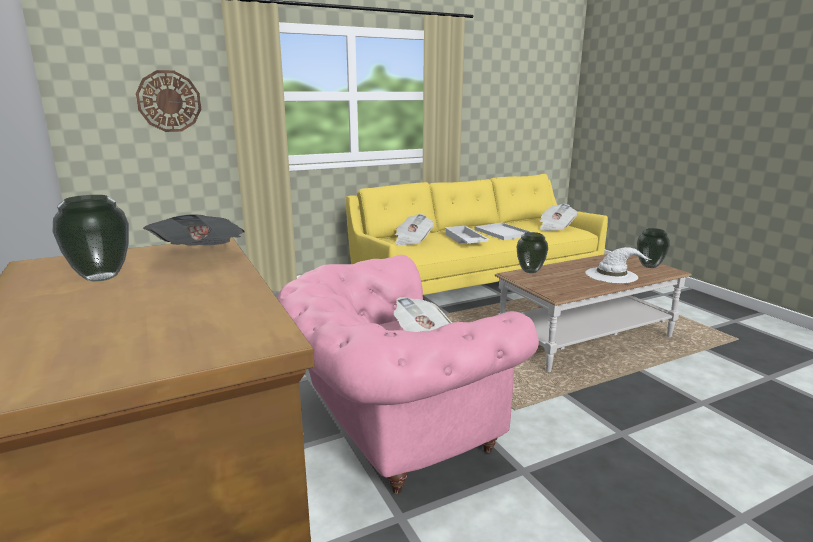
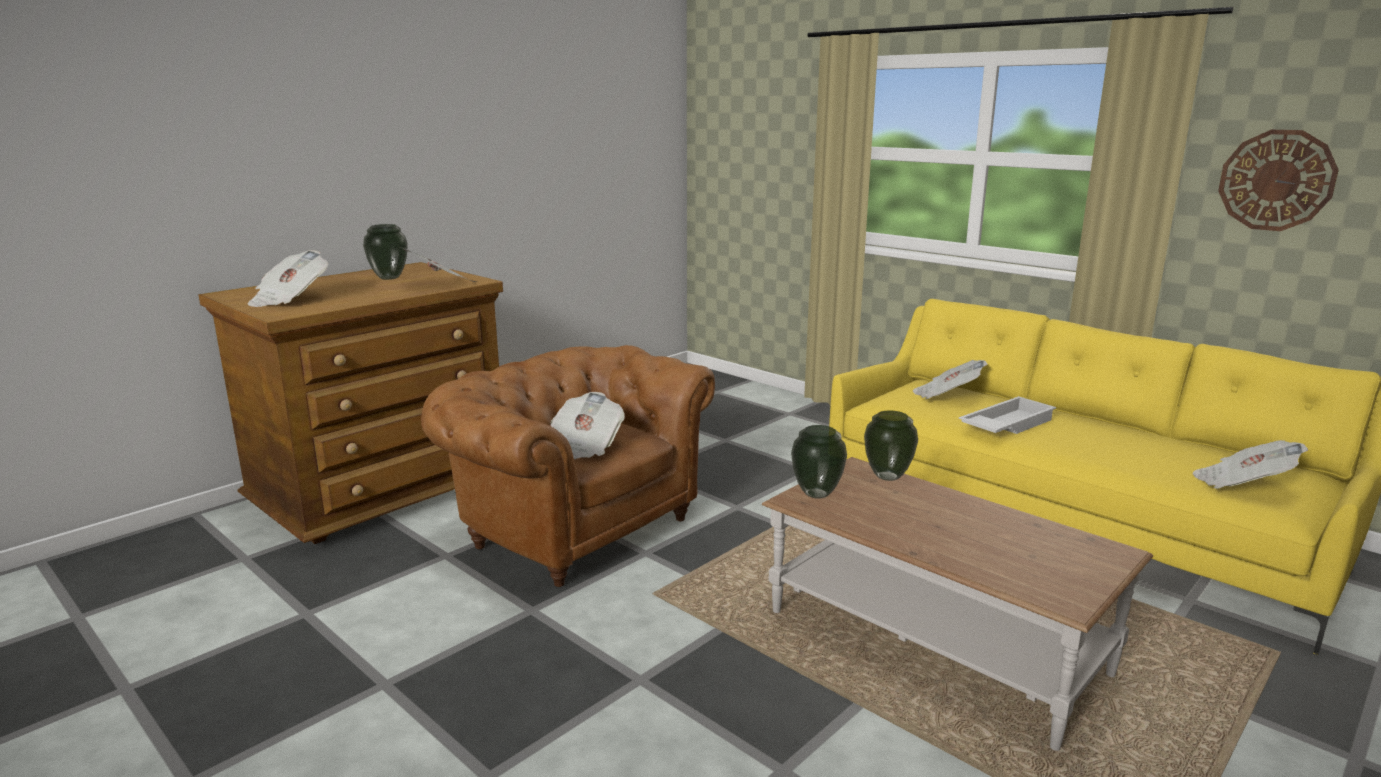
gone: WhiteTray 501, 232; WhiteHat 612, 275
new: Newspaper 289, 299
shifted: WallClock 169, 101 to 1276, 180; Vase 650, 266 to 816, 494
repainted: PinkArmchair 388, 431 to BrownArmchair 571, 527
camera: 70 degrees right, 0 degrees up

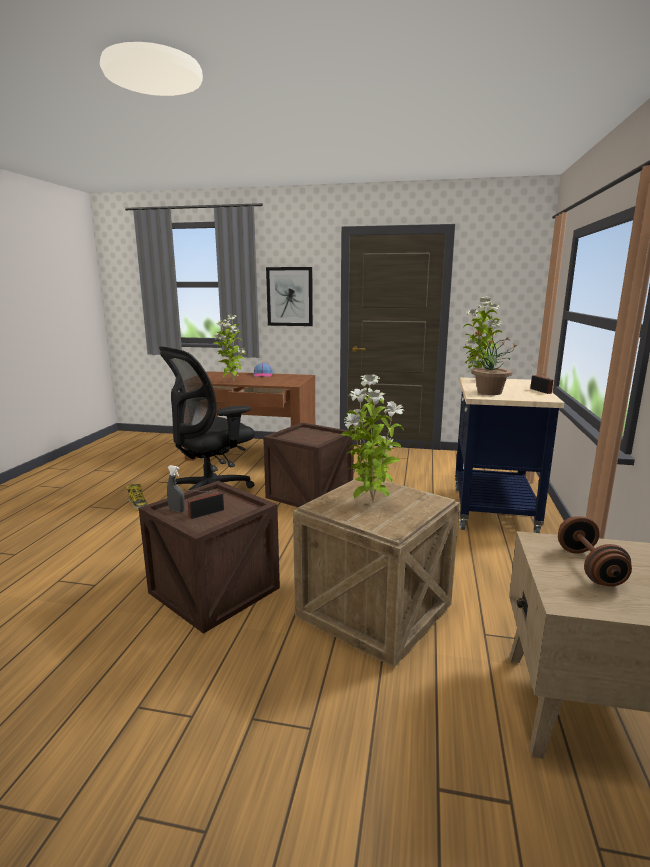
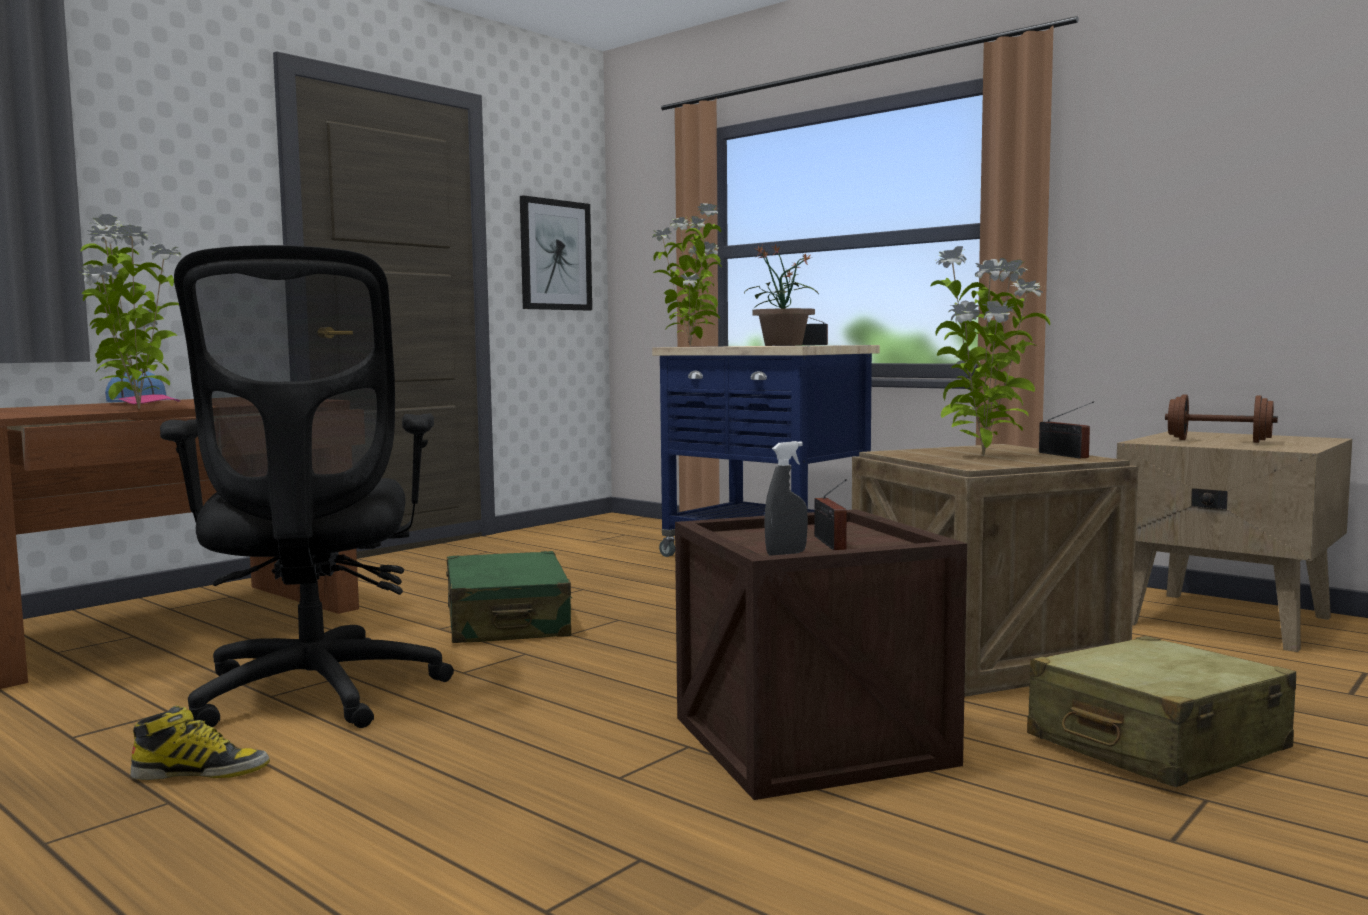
new: BeigeSuitcase 1156, 745; Radio 1065, 455
shifted: Picture 289, 296 to 555, 255
swapped: Crate 310, 494 to GreenSuitcase 507, 622
camera: 60 degrees left, 10 degrees down

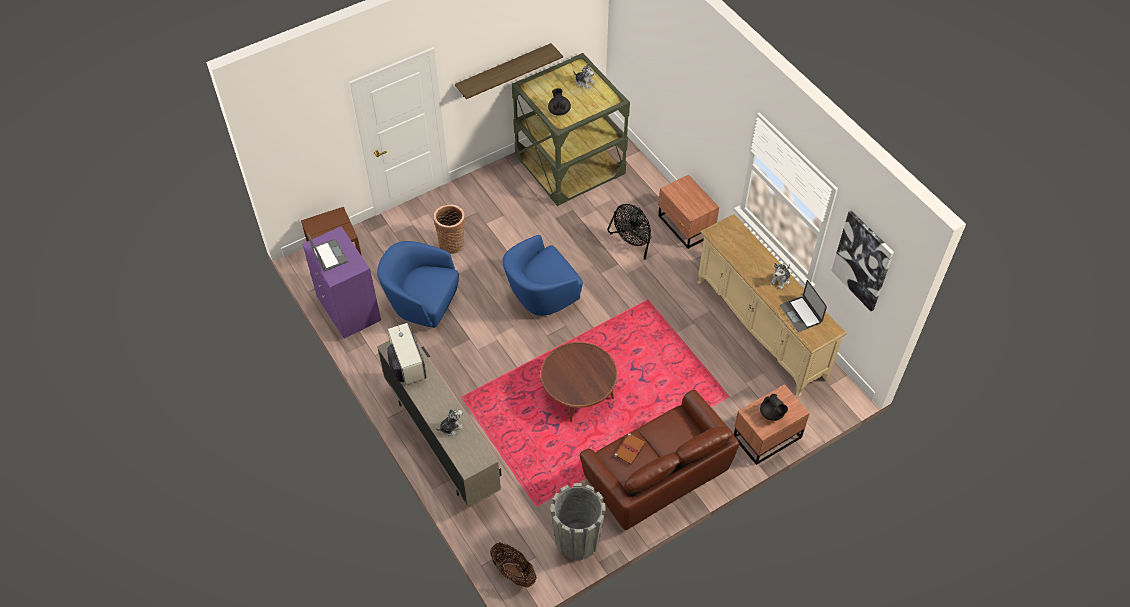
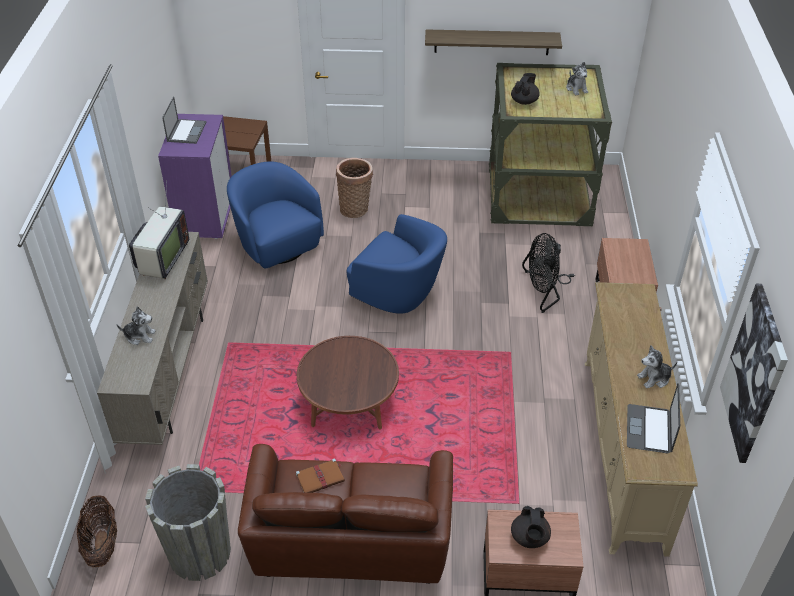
rotated: BlueArmchair 541, 296 = 398, 293 150 degrees counterclockwise
camera: 35 degrees right, 10 degrees down

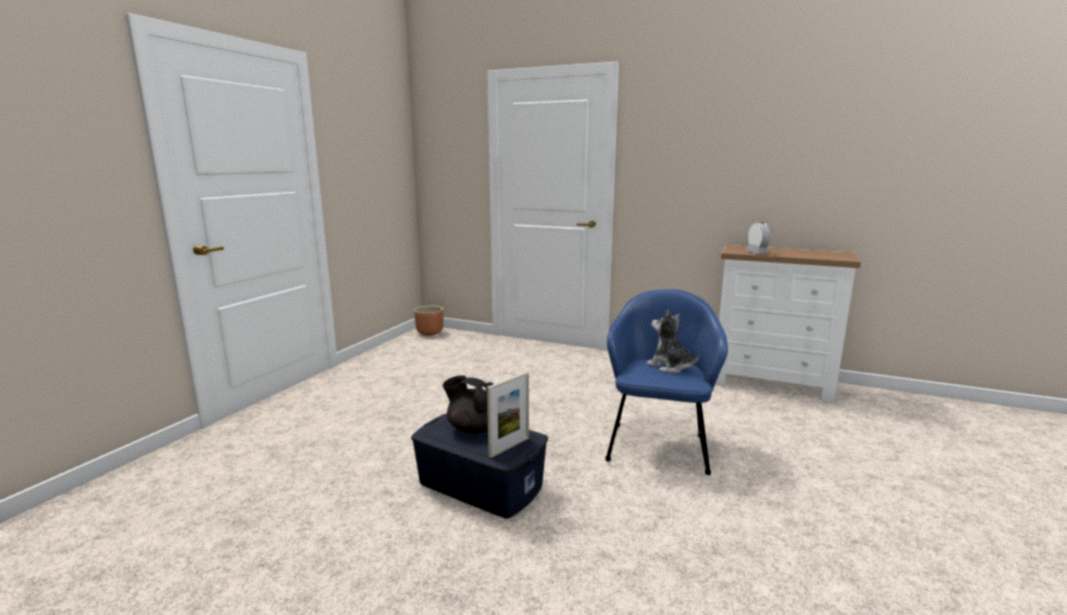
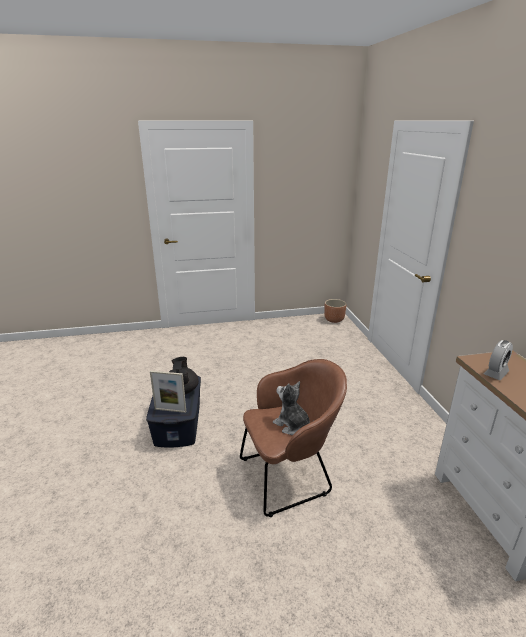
repainted: BlueArmchair 658, 444 to BrownArmchair 289, 476
rotated: PlushToy 670, 367 = 292, 425 60 degrees counterclockwise
camera: 55 degrees right, 10 degrees up

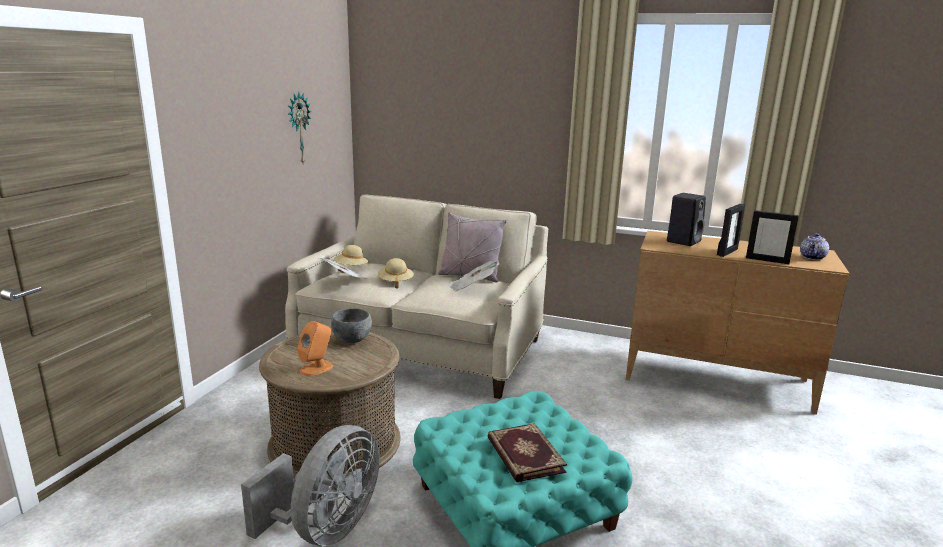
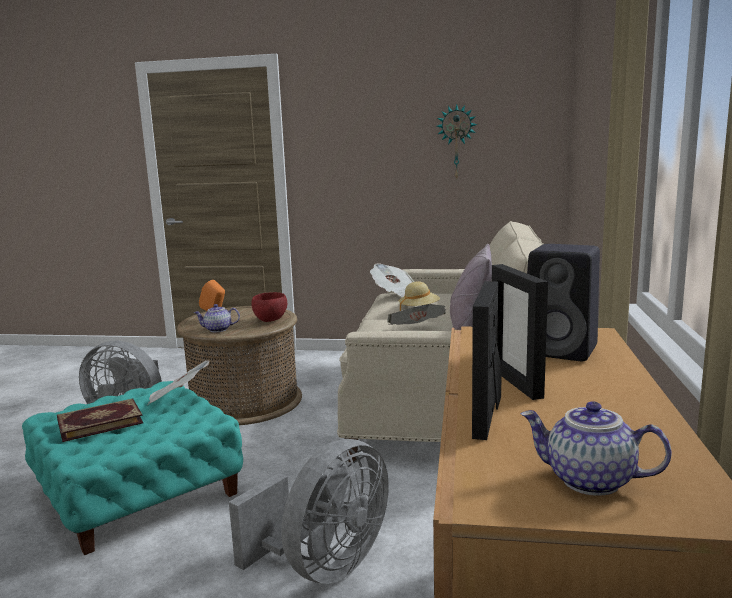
gone: BeigeHat 351, 268
new: Newspaper 178, 399; Teapot 217, 330; GreyFan 324, 566
repainted: GreyBowl 351, 340 to RedBowl 271, 320
rotated: PictureFrame 727, 252 = 517, 382 45 degrees clockwise
camera: 80 degrees right, 5 degrees down

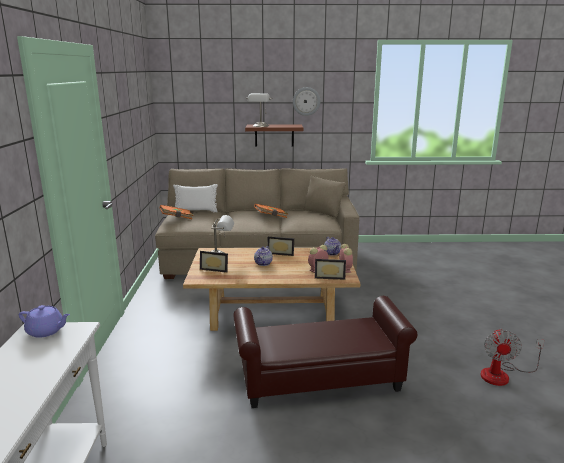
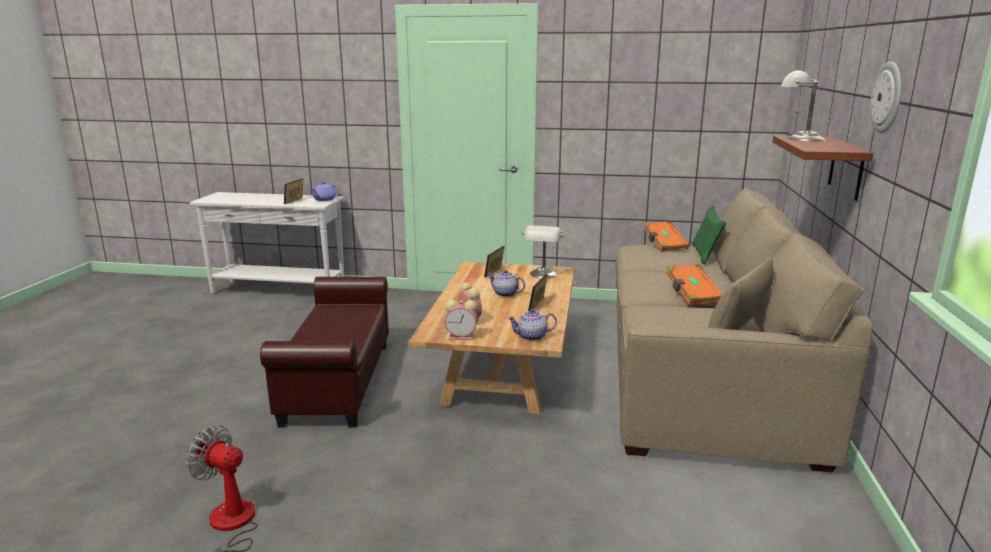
shifted: PictureFrame 329, 277 to 297, 201
repainted: WhitePillow 196, 211 to GreenPillow 705, 254
camera: 100 degrees right, 0 degrees up

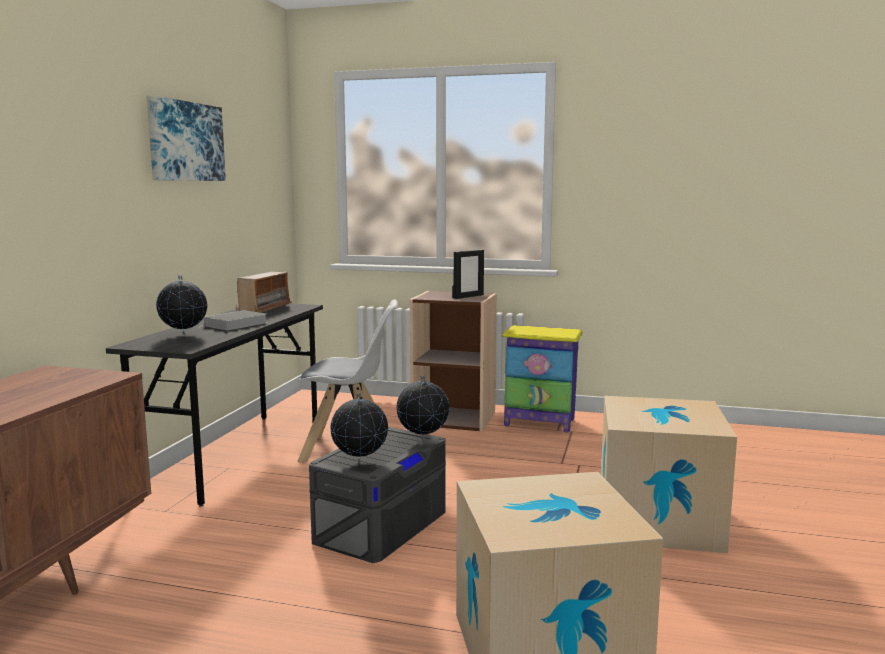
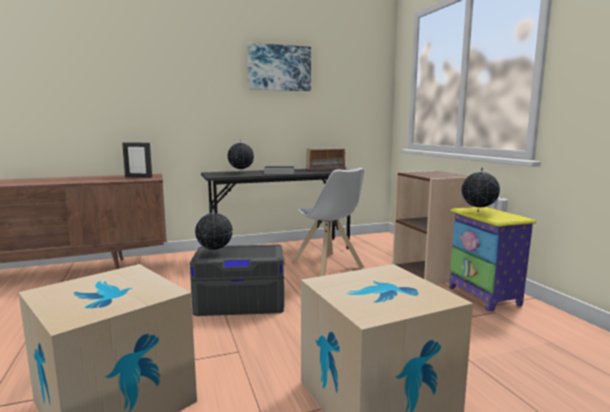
shifted: Globe 423, 440 to 478, 212; PictureFrame 468, 296 to 139, 177
camera: 55 degrees right, 0 degrees up

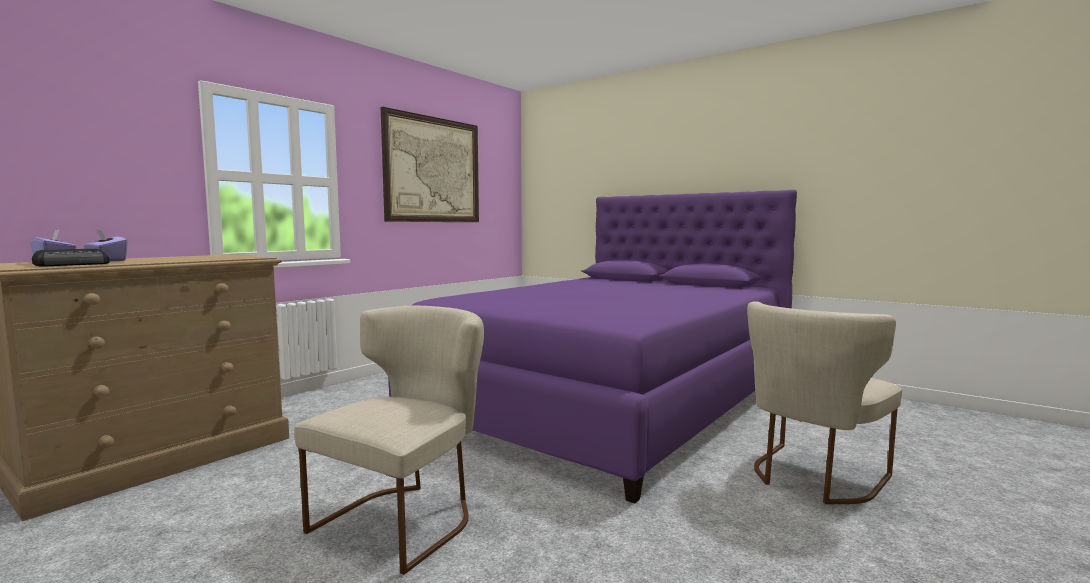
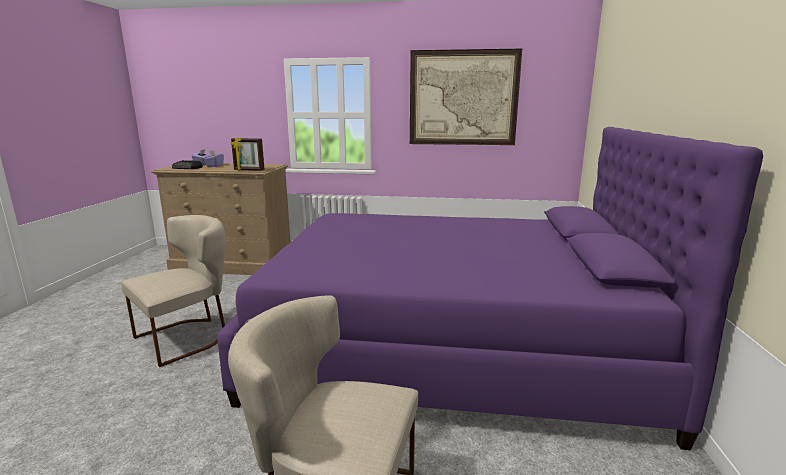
new: PictureFrame 249, 170
rotated: BeigeChair 405, 518 = 188, 337 45 degrees counterclockwise
camera: 60 degrees right, 10 degrees up

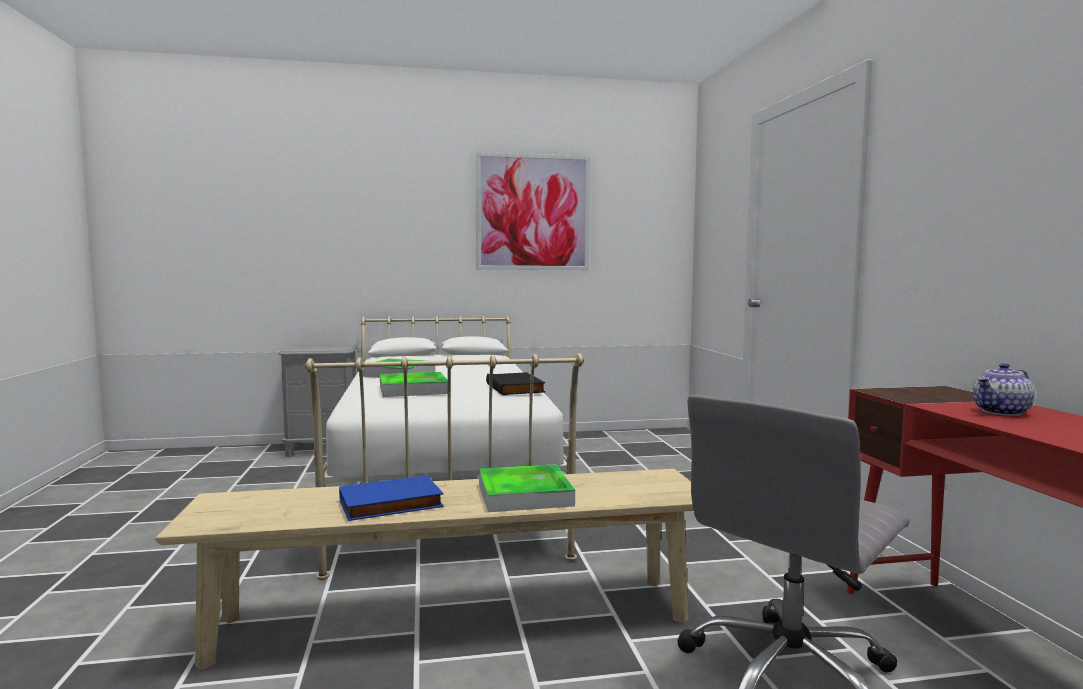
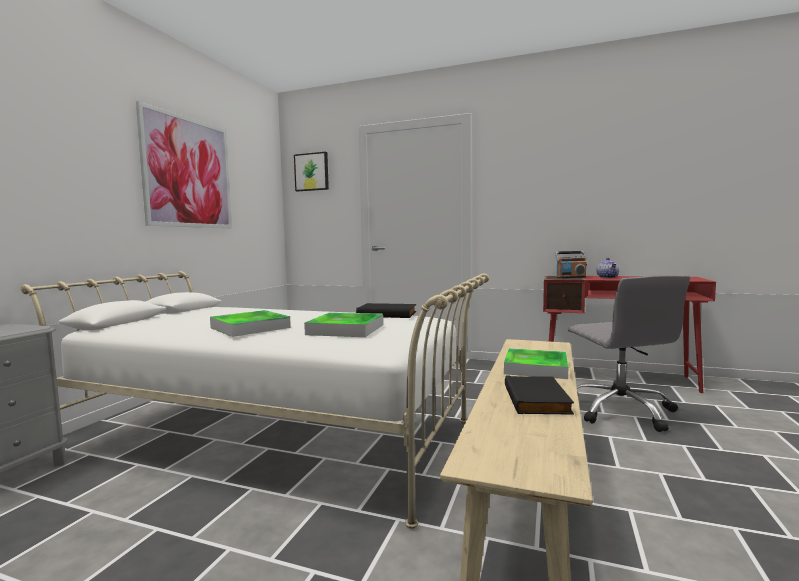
new: Picture 312, 172; Radio 570, 277
repainted: BlueBook 390, 505 to BlackBook 538, 400
camera: 60 degrees left, 0 degrees up

